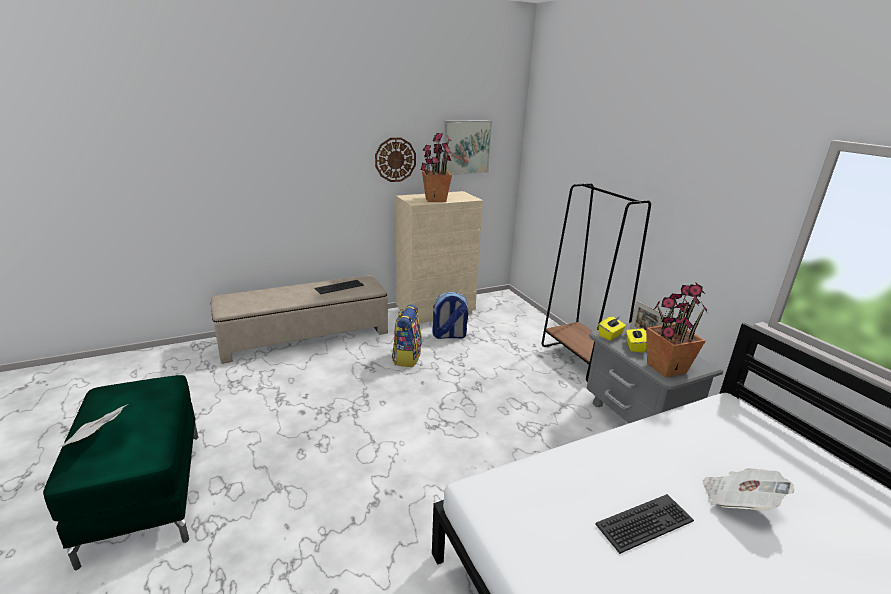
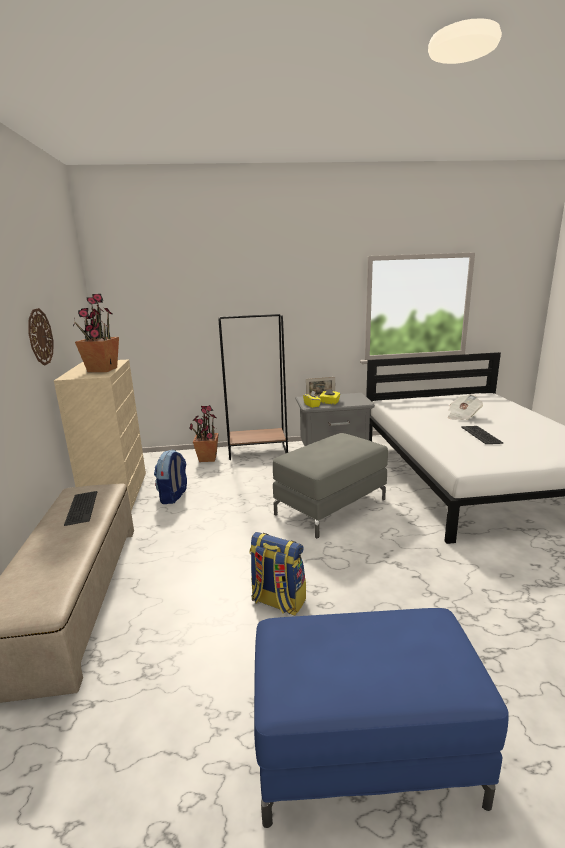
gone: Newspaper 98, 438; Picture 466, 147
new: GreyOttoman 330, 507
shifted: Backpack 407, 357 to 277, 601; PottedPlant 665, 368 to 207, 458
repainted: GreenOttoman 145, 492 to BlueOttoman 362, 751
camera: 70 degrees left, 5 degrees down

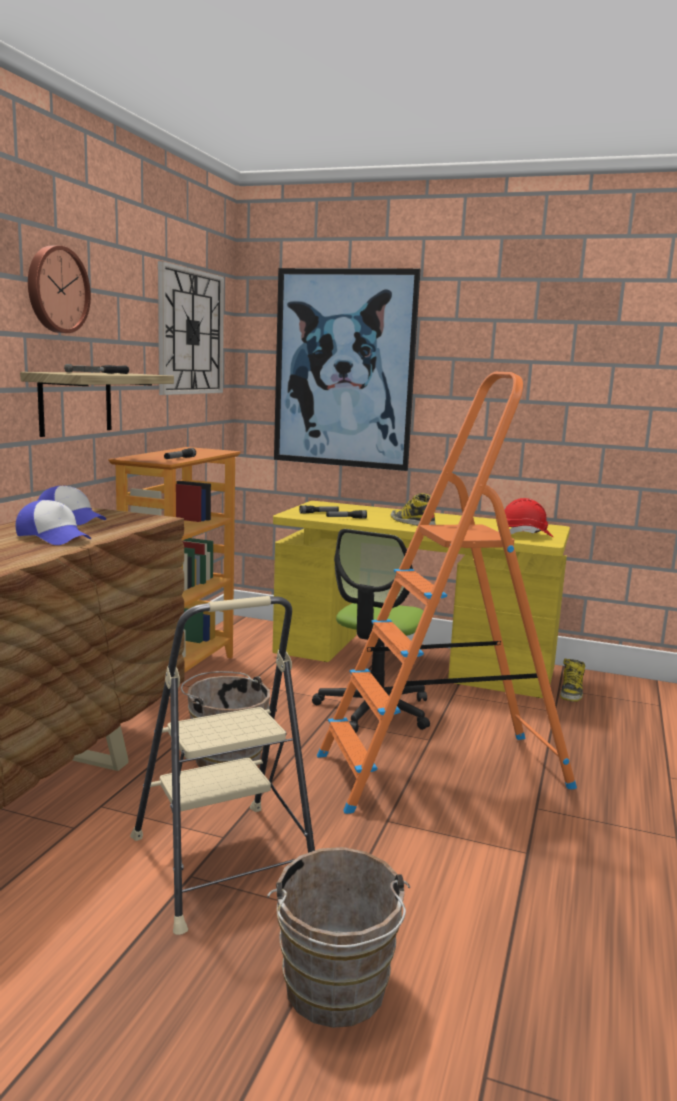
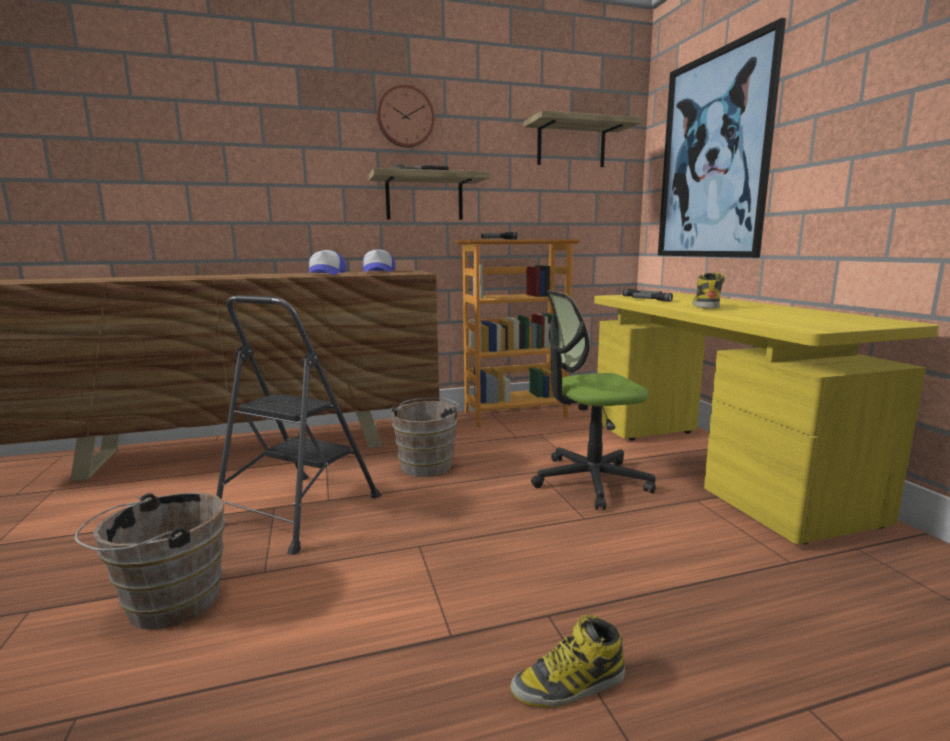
gone: OrangeStepLadder 442, 771; RedHardHat 525, 535
shifted: Boot 571, 692 to 569, 684
swapped: WallClock 190, 332 to Shelf 571, 145
repainted: BeigeStepLadder 224, 865 to BlackStepLadder 295, 511
camera: 55 degrees right, 0 degrees up

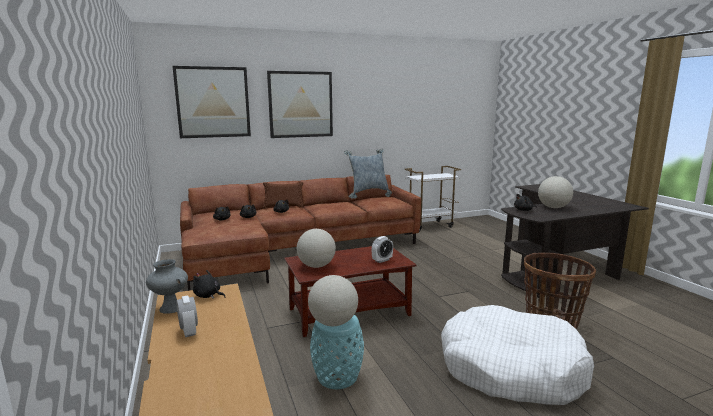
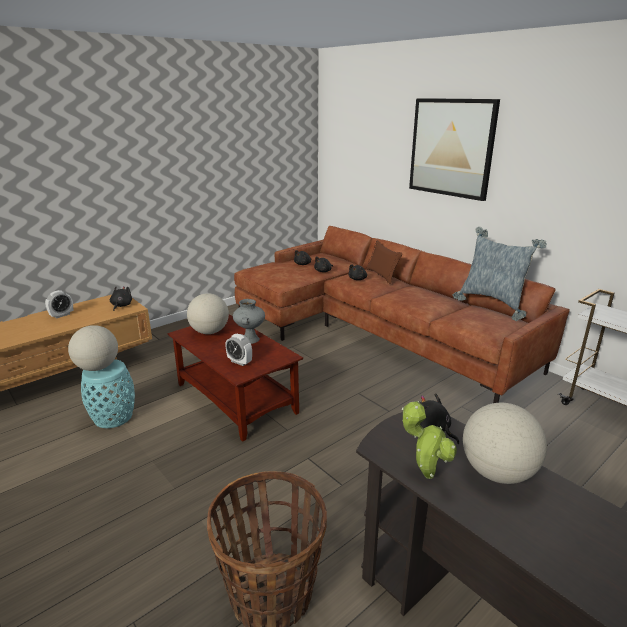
gone: Picture 213, 102; WhiteDogBed 510, 368
new: PottedPlant 425, 473
shifted: GreyVase 170, 308 to 250, 339
camera: 70 degrees right, 10 degrees up

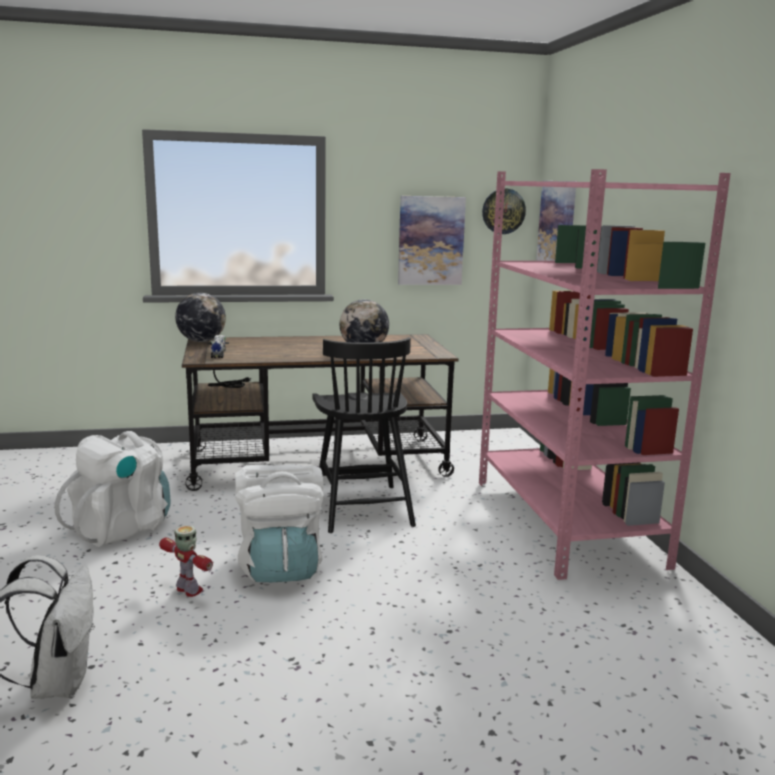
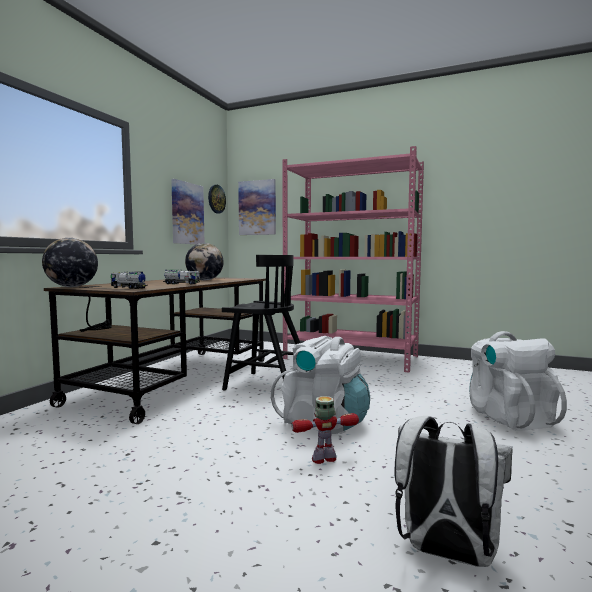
new: ToyTruck 181, 284
shifted: WhiteBackpack 122, 528 to 508, 417
camera: 55 degrees left, 10 degrees down

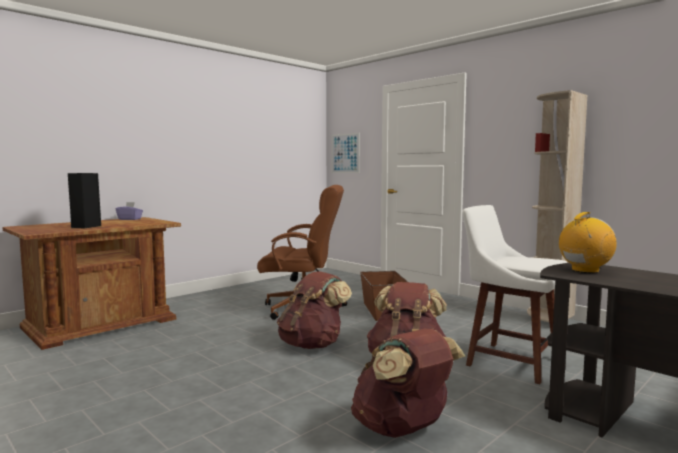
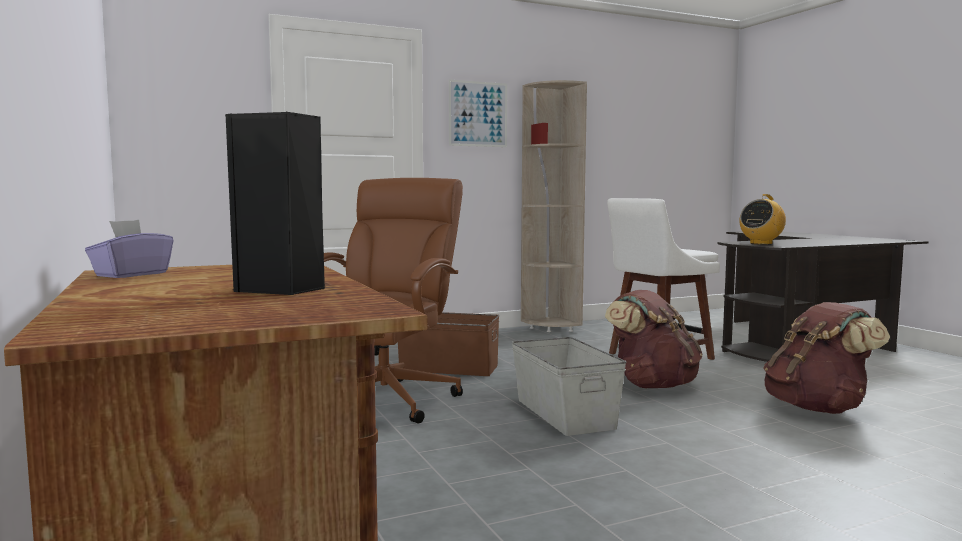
shifted: Picture 345, 153 to 478, 114
swapped: BrownBackpack 313, 344 to GreyStorageBox 565, 413
rotated: Radio 585, 270 = 761, 243 120 degrees counterclockwise
camera: 70 degrees left, 0 degrees up

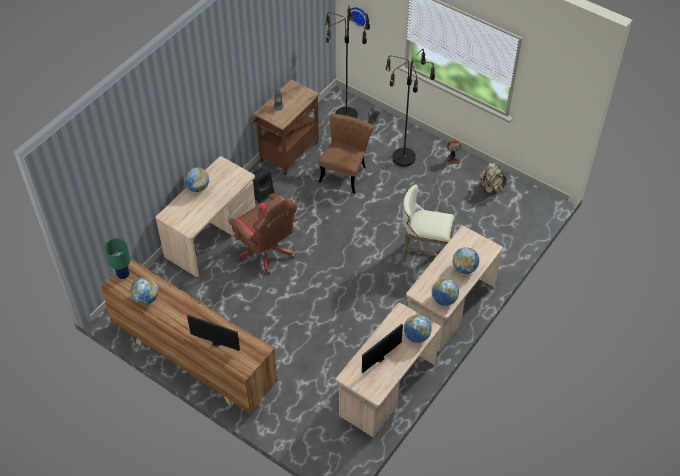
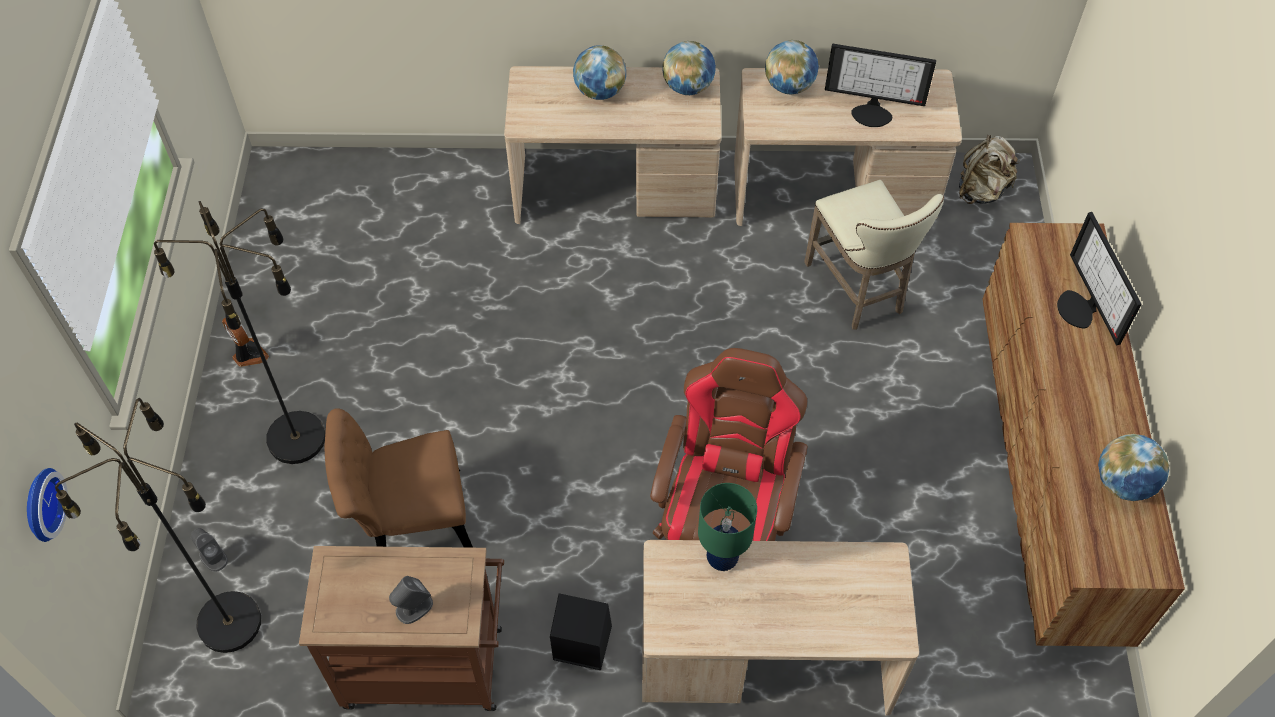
gone: Globe 197, 187
shifted: GreenTableLamp 123, 275 to 722, 558; BeigeStool 423, 253 to 858, 291; BeigeBackpack 490, 188 to 981, 190
camera: 125 degrees left, 5 degrees up

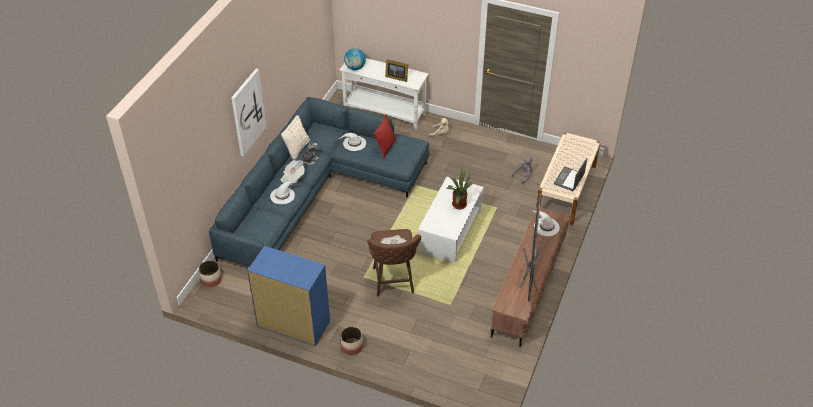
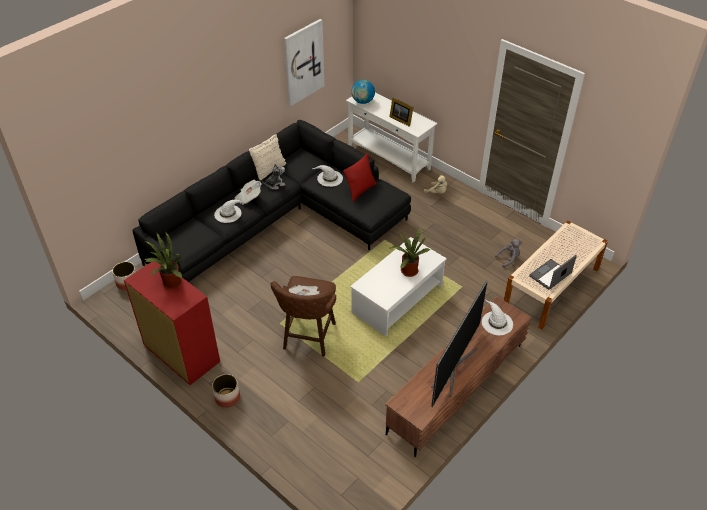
new: PottedPlant 170, 283
shifted: Picture 247, 112 to 303, 62
repainted: BlueSofa 317, 190 to BlackSofa 280, 220; BlueCabinet 293, 323 to RedCabinet 181, 353
camera: 20 degrees right, 0 degrees up

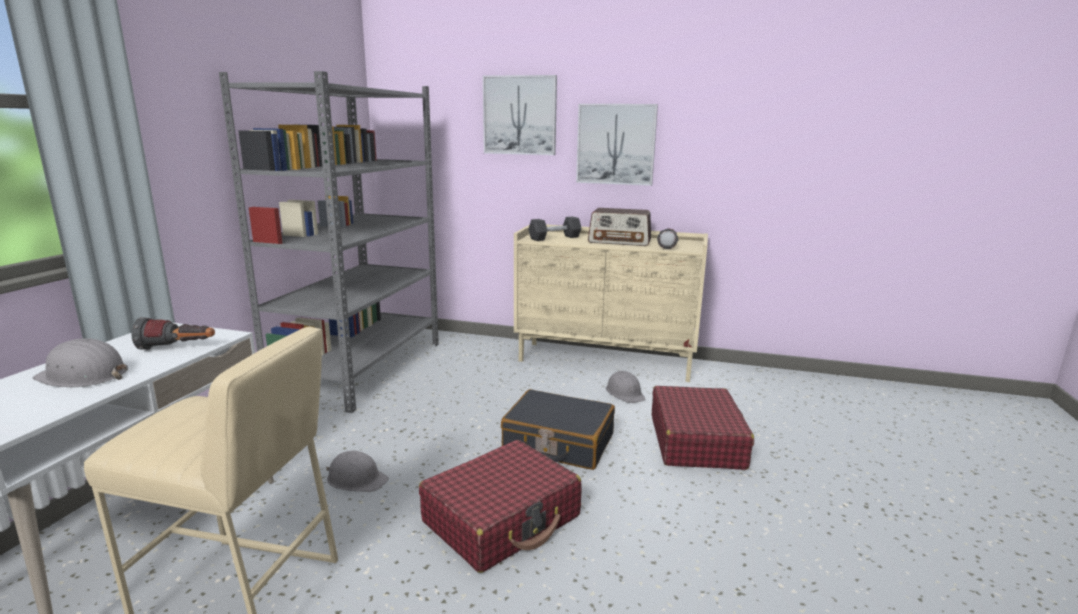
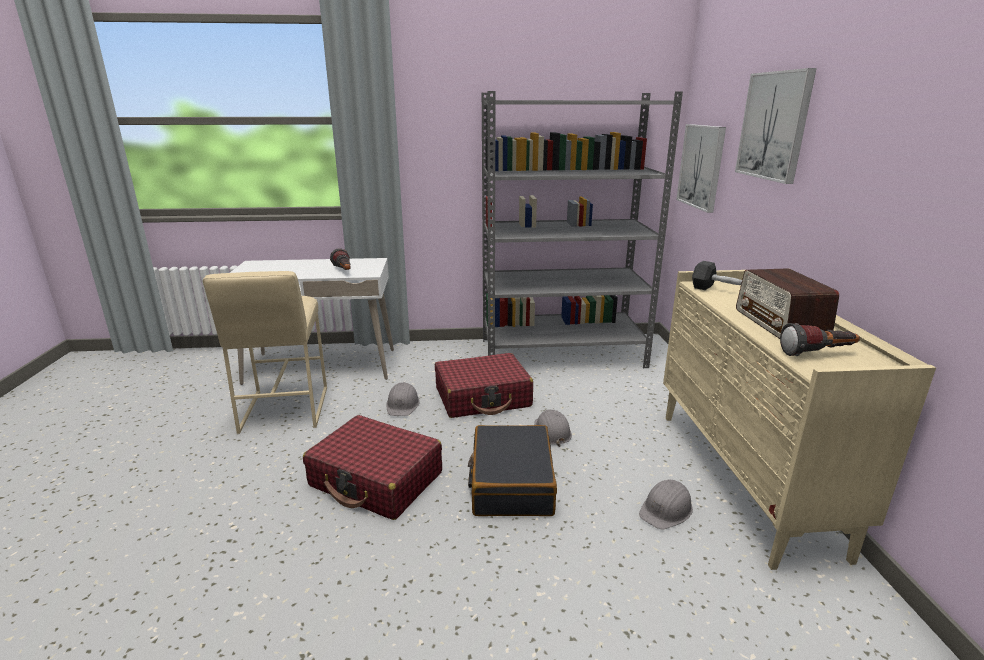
shifted: GreyHardHat 83, 376 to 551, 432; Picture 616, 144 to 701, 166; RedSuitcase 696, 441 to 483, 397
camera: 70 degrees right, 5 degrees up

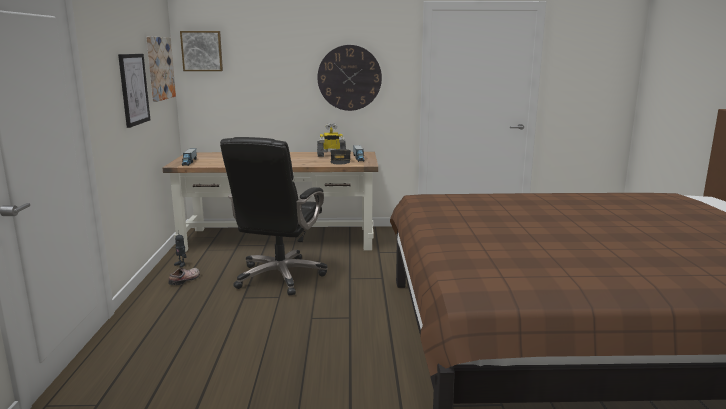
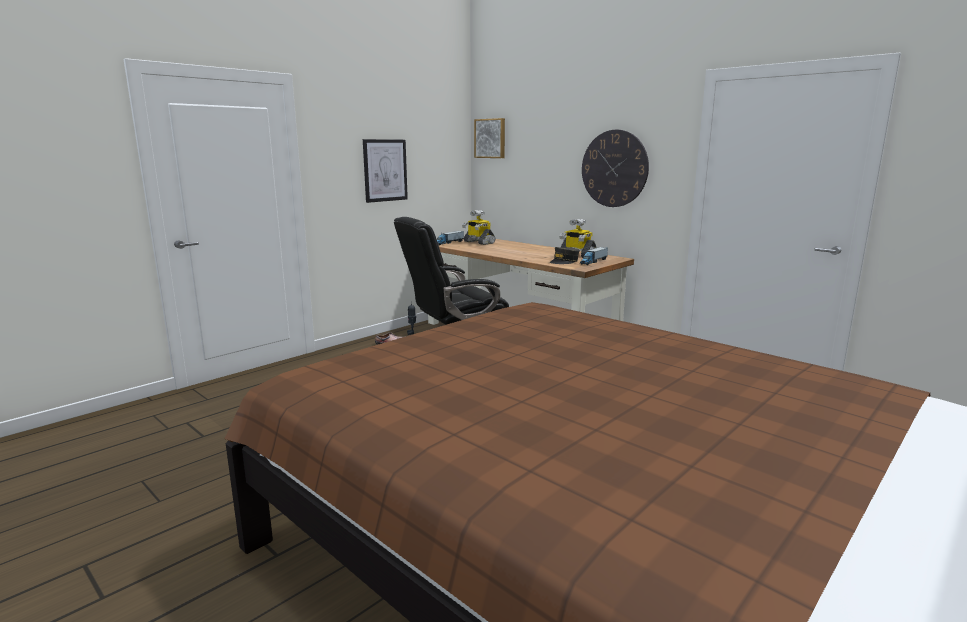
gone: Picture 159, 68
new: ToyRobot 478, 242
camera: 45 degrees right, 0 degrees up

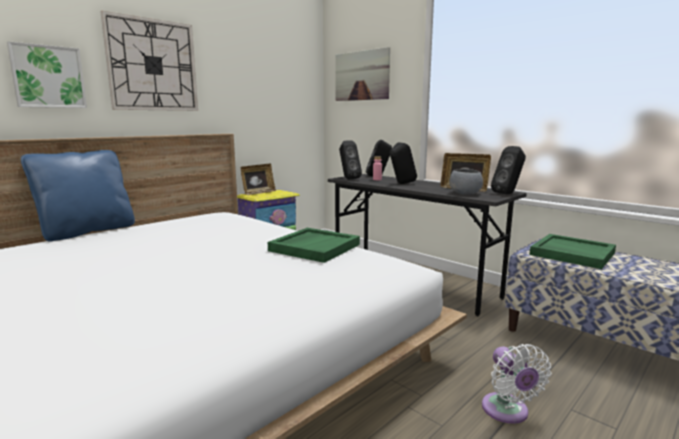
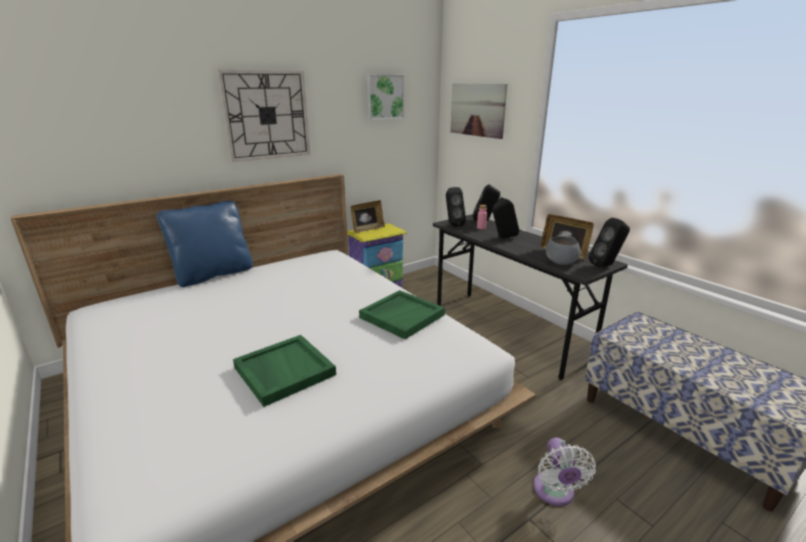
shifted: Picture 48, 77 to 384, 97; GreenTray 571, 254 to 283, 371
camera: 10 degrees right, 10 degrees up

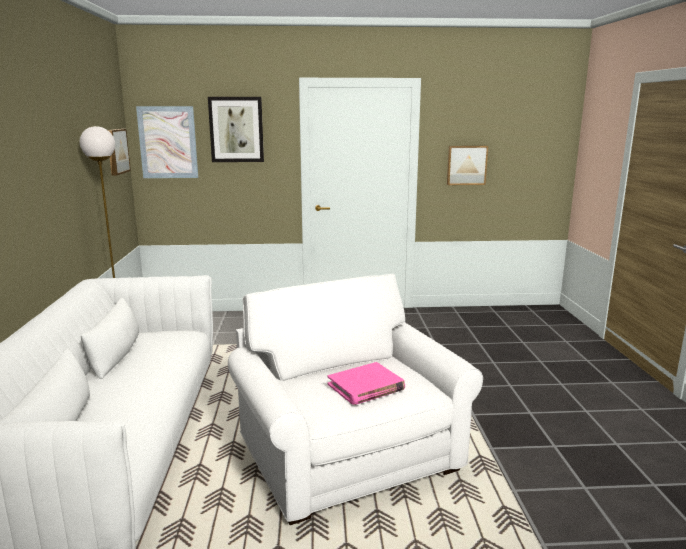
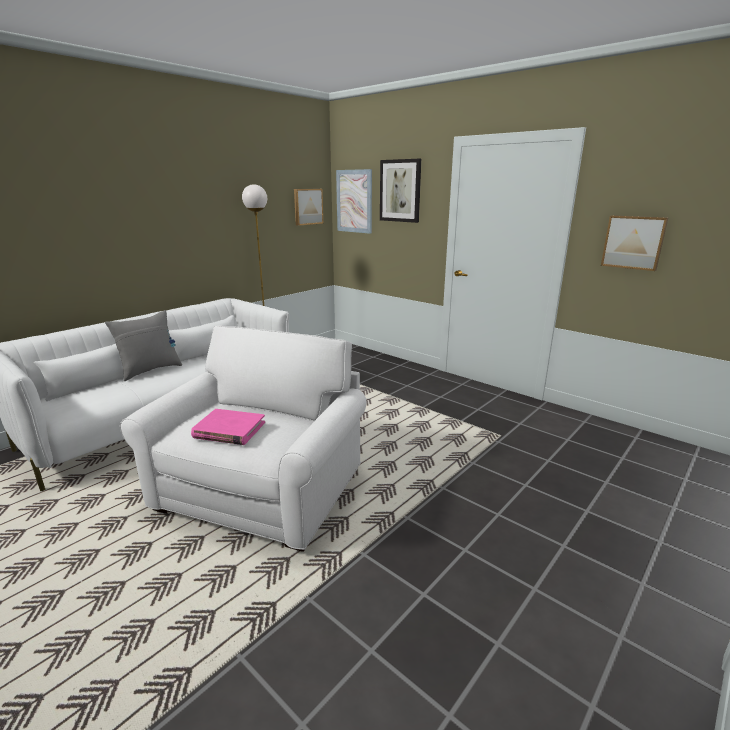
new: GreyPillow 150, 371
camera: 45 degrees right, 5 degrees up

